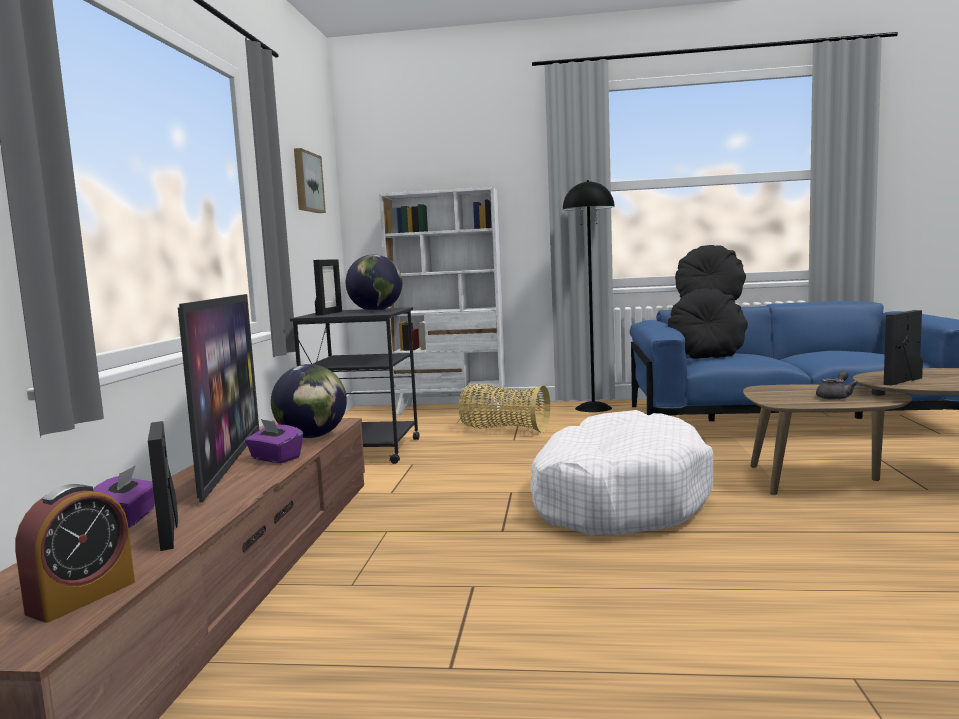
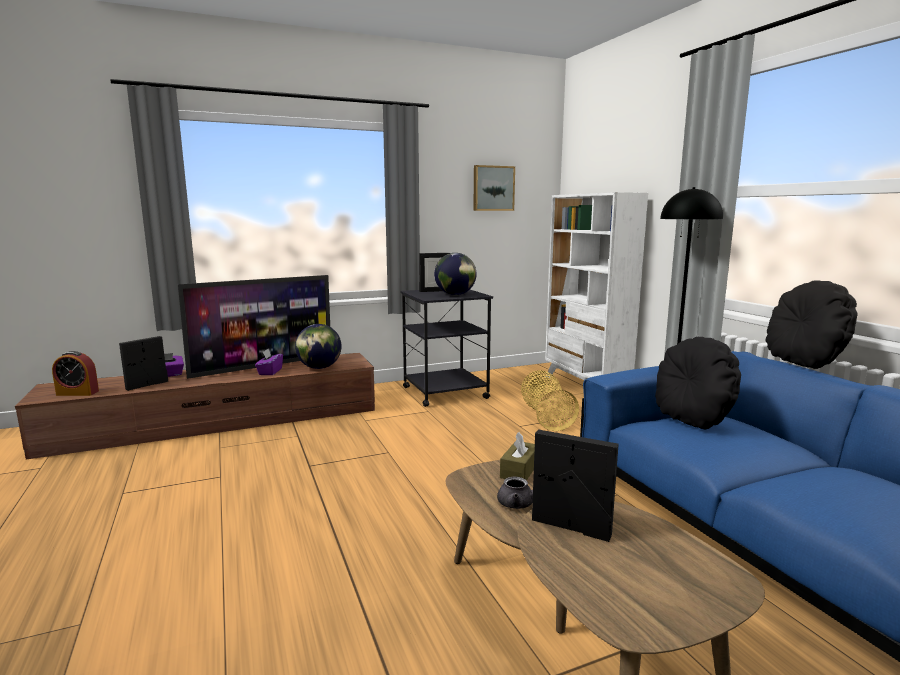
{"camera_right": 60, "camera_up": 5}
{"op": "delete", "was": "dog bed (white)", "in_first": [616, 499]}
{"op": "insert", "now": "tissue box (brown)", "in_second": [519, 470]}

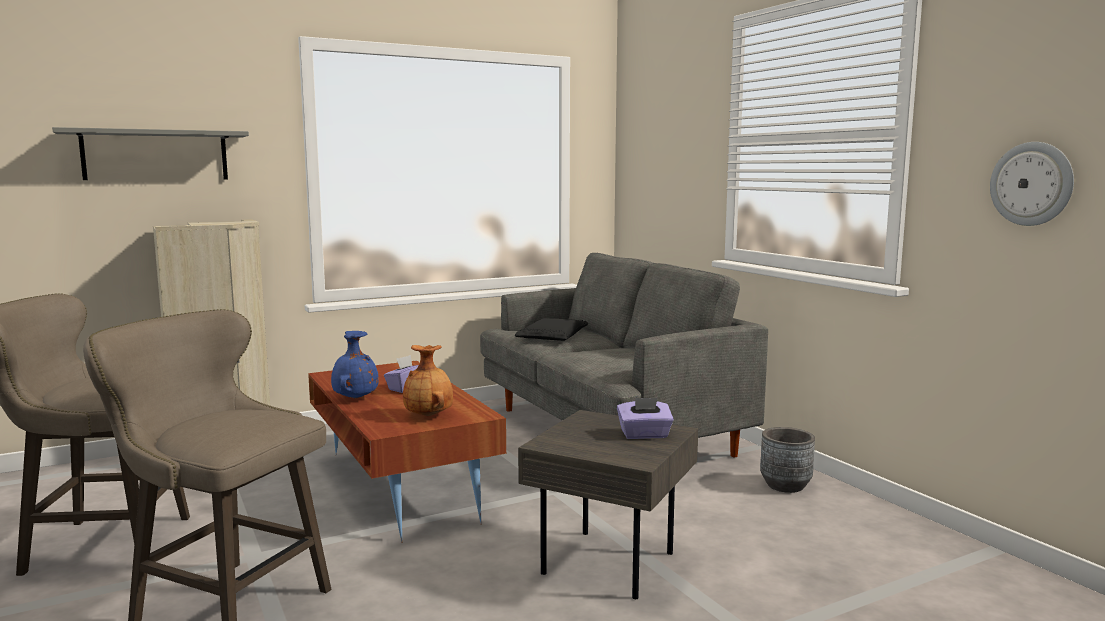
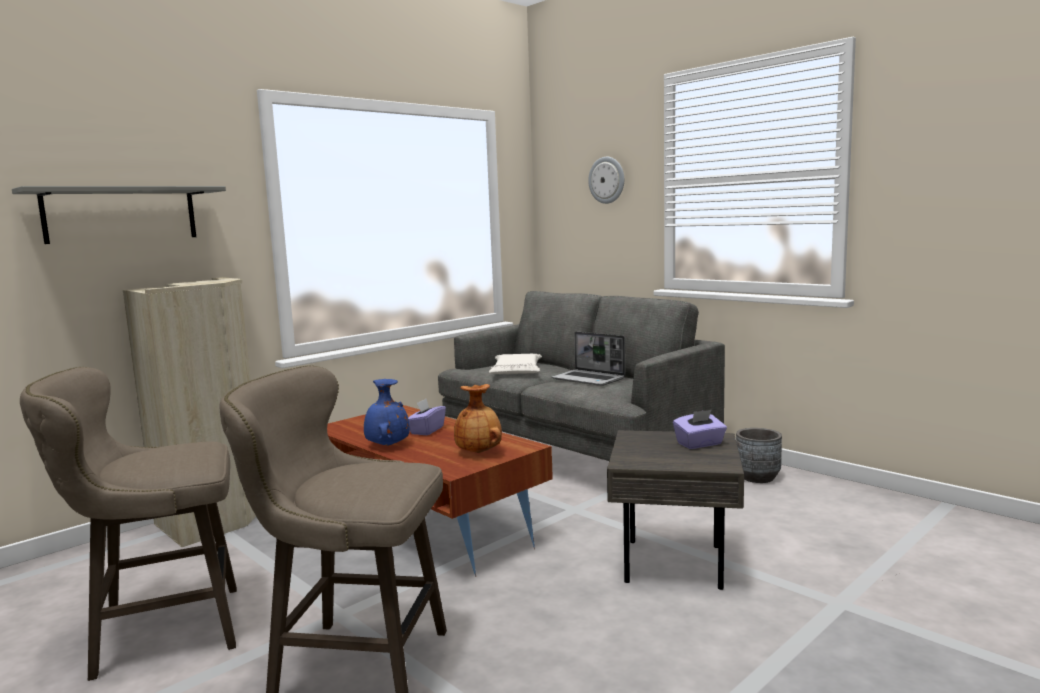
{"camera_right": -15, "camera_up": 0}
{"op": "move", "was": "wall clock", "in_first": [1032, 184], "in_second": [607, 180]}
{"op": "recolor", "was": "pillow (black)", "now": "pillow (white)", "in_first": [553, 336], "in_second": [516, 370]}
{"op": "insert", "now": "laptop", "in_second": [589, 379]}

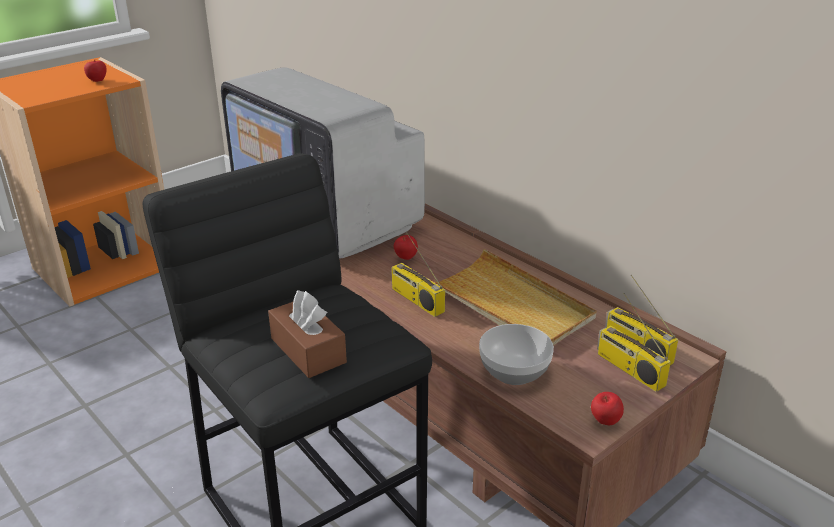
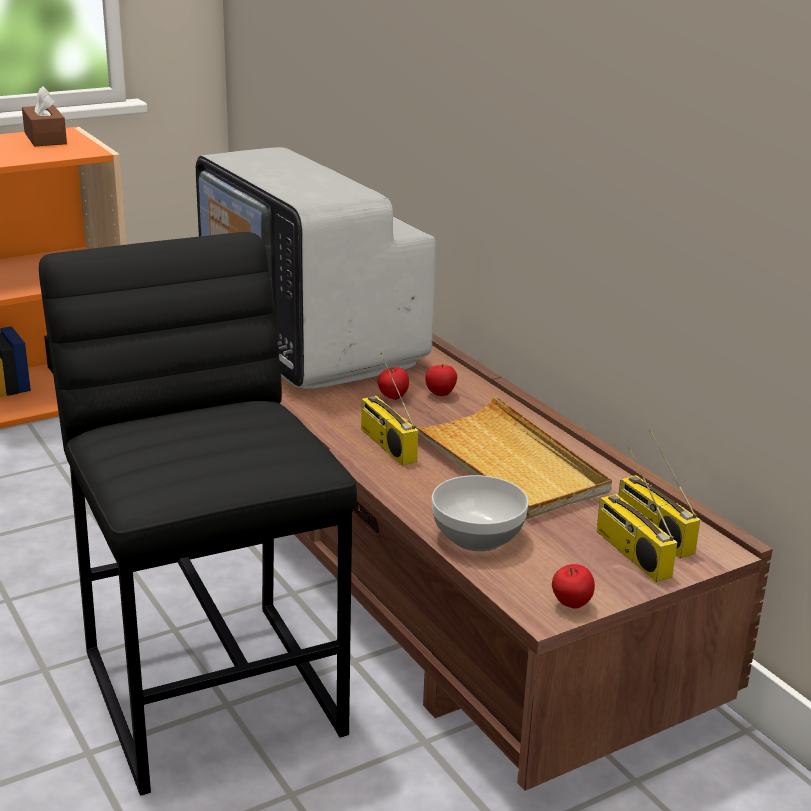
{"camera_right": 10, "camera_up": -5}
{"op": "move", "was": "apple", "in_first": [98, 81], "in_second": [440, 394]}
{"op": "move", "was": "tissue box (brown)", "in_first": [308, 350], "in_second": [45, 138]}

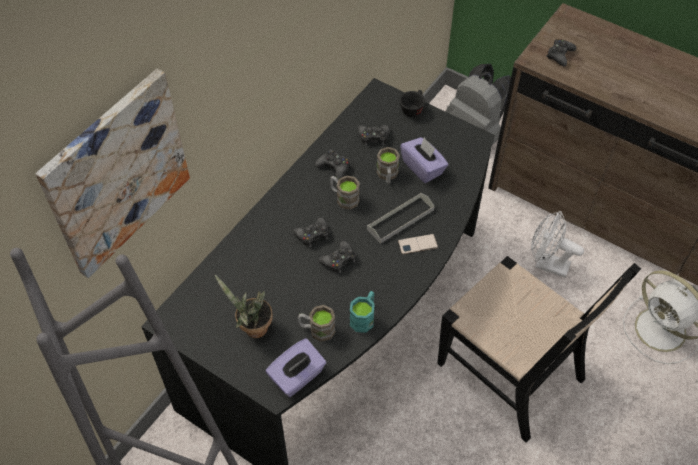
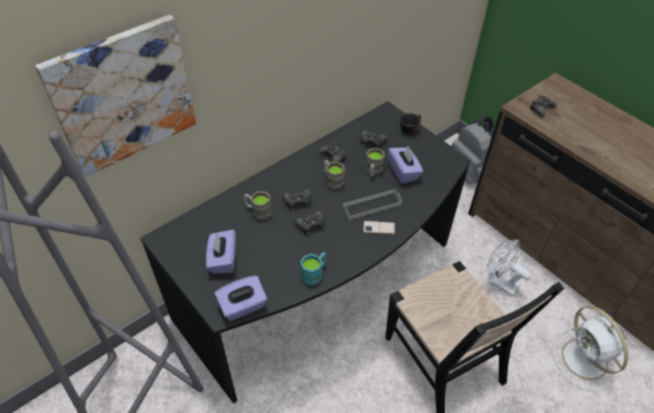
{"camera_right": 15, "camera_up": -5}
{"op": "replace", "was": "potted plant", "now": "tissue box (purple)", "in_first": [252, 328], "in_second": [223, 260]}
{"op": "move", "was": "mug (brown)", "in_first": [317, 329], "in_second": [258, 211]}

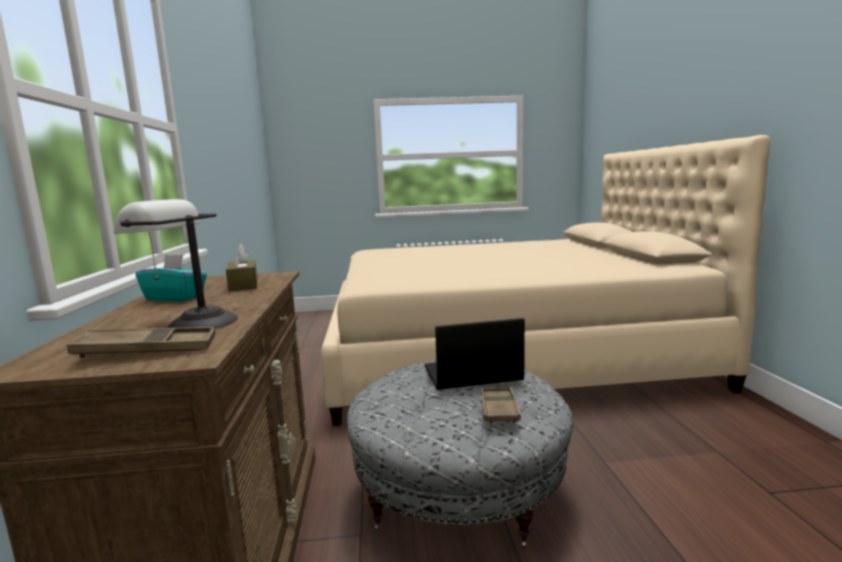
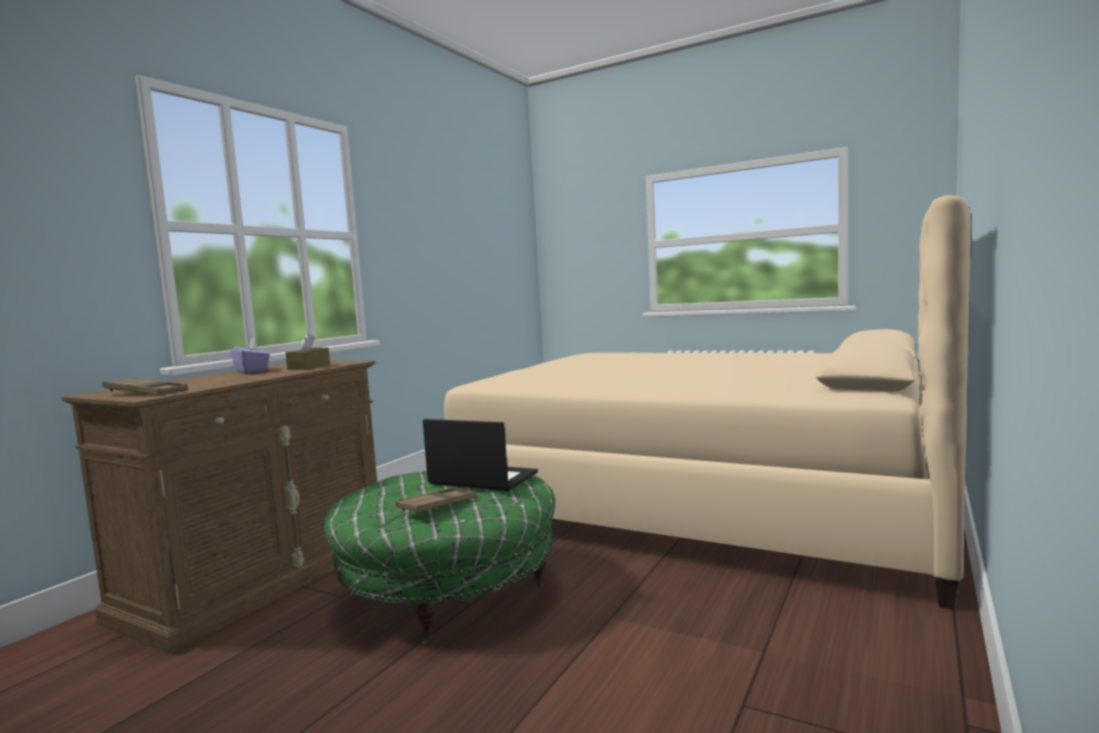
{"camera_right": 35, "camera_up": -5}
{"op": "delete", "was": "table lamp", "in_first": [189, 322]}
{"op": "recolor", "was": "tissue box (turquoise)", "now": "tissue box (purple)", "in_first": [175, 298], "in_second": [252, 371]}
{"op": "recolor", "was": "ottoman (grey)", "now": "ottoman (green)", "in_first": [458, 489], "in_second": [449, 592]}

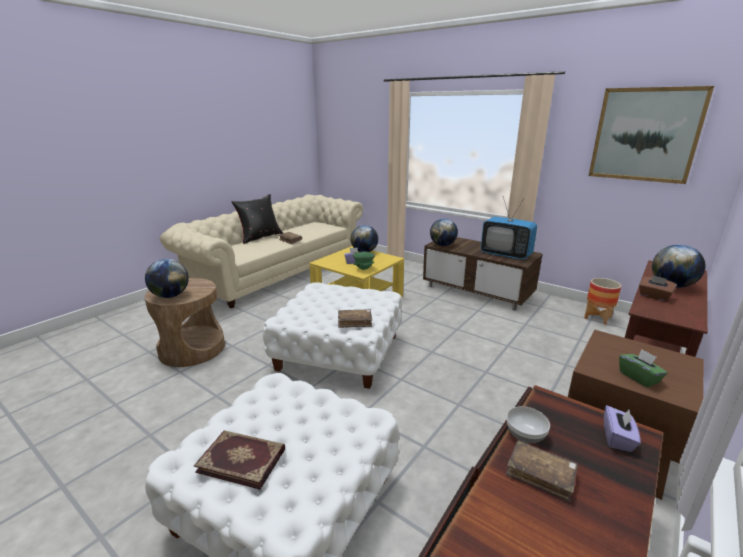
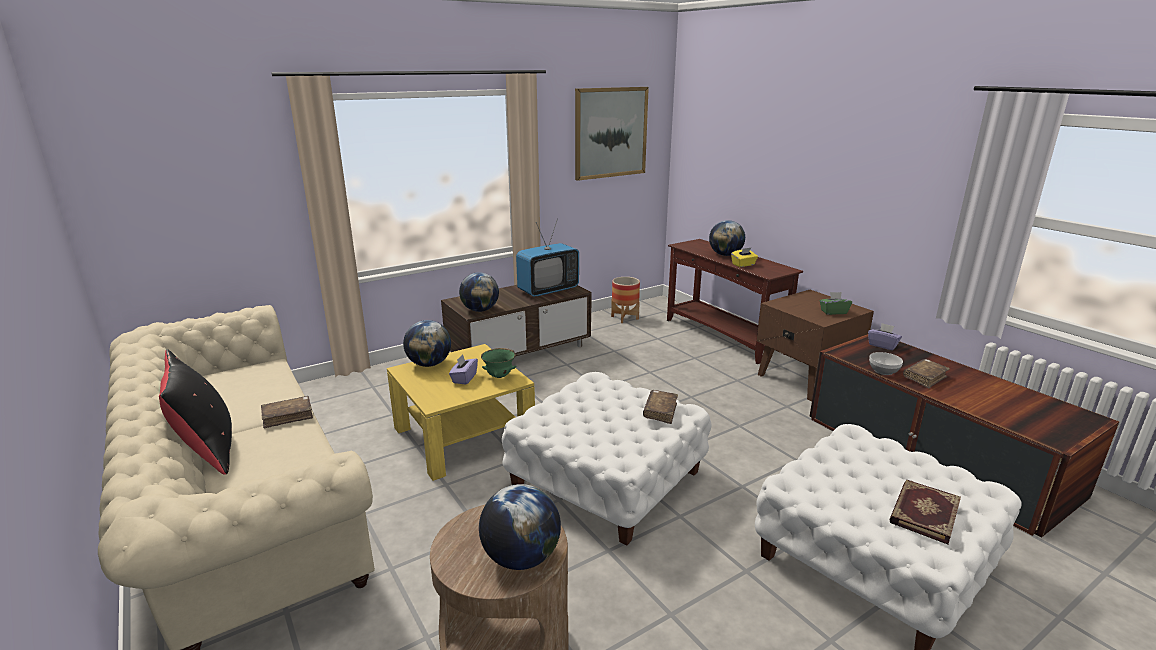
{"camera_right": -70, "camera_up": 0}
{"op": "recolor", "was": "tissue box (brown)", "now": "tissue box (yellow)", "in_first": [654, 296], "in_second": [743, 265]}

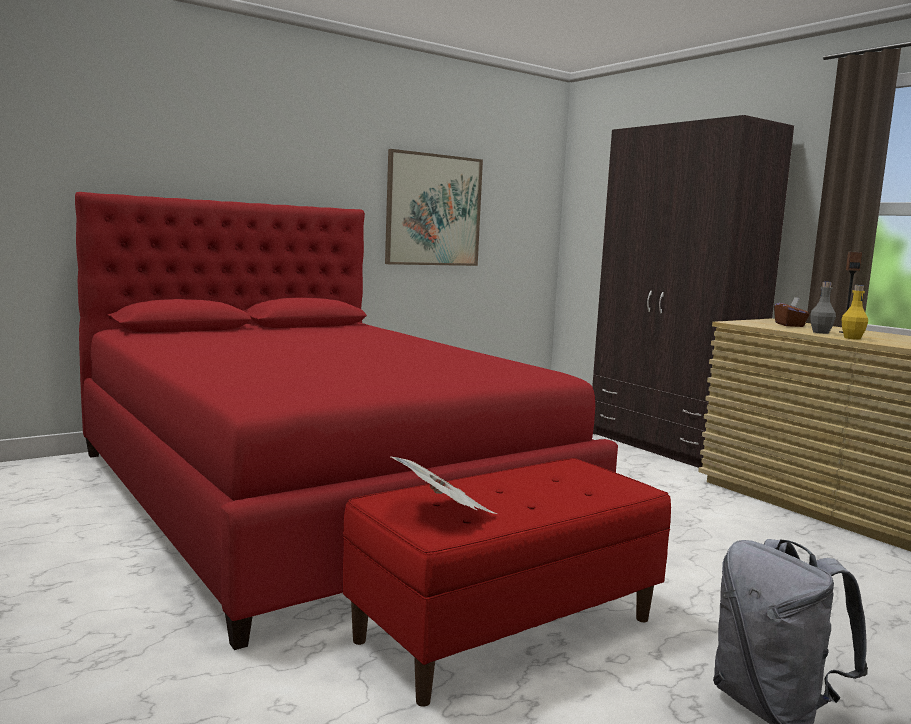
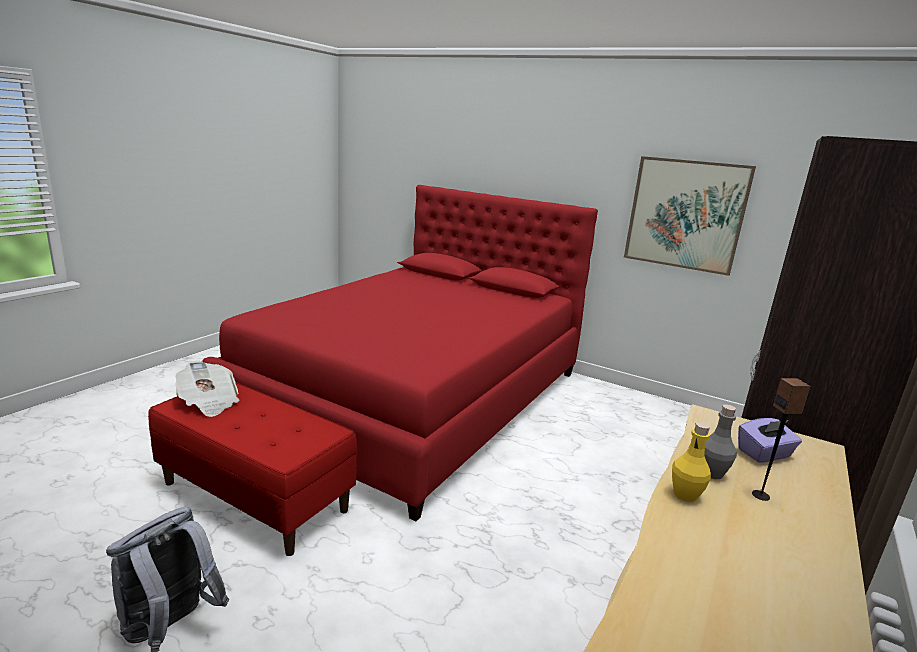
{"camera_right": 65, "camera_up": 10}
{"op": "recolor", "was": "tissue box (brown)", "now": "tissue box (purple)", "in_first": [789, 325], "in_second": [764, 454]}

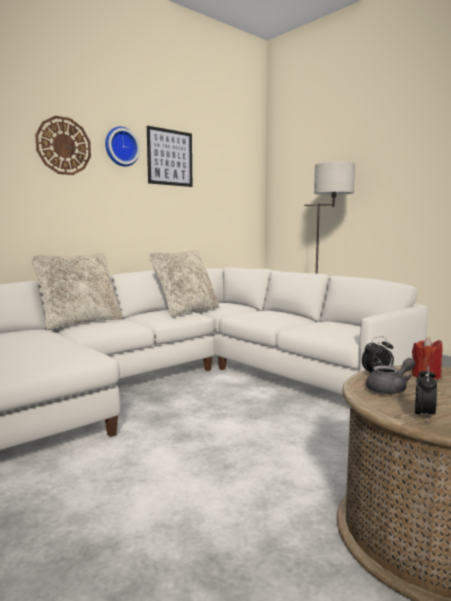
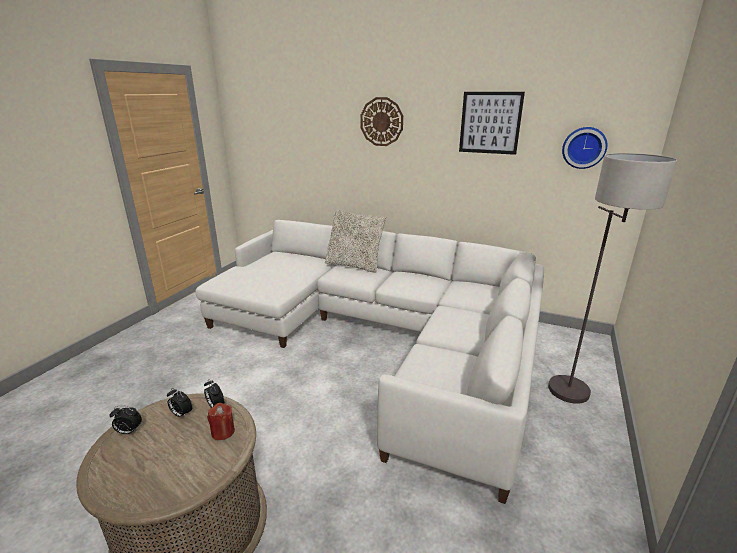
{"camera_right": 65, "camera_up": 15}
{"op": "move", "was": "wall clock", "in_first": [121, 147], "in_second": [584, 147]}
{"op": "delete", "was": "pillow (beige)", "in_first": [186, 311]}
{"op": "replace", "was": "teapot (grey)", "now": "alarm clock", "in_first": [390, 389], "in_second": [181, 414]}

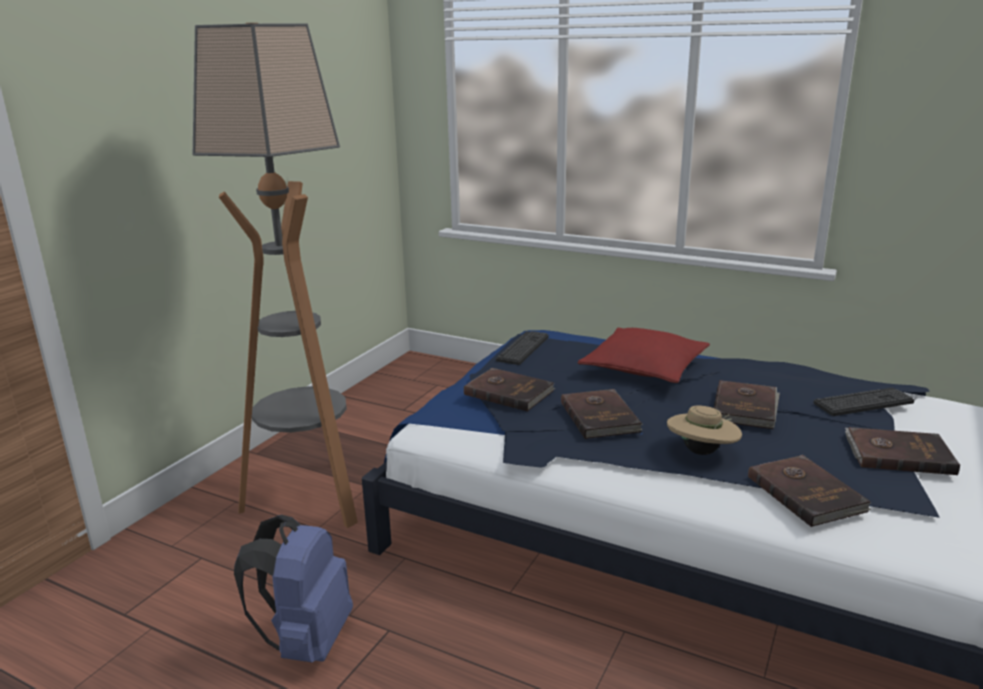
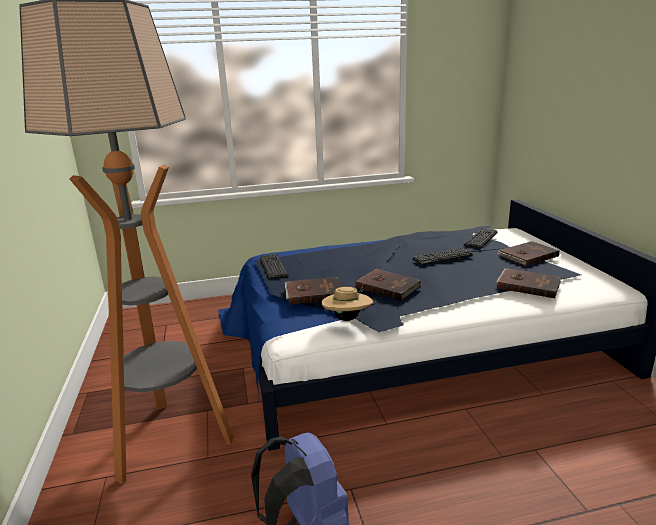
{"camera_right": -40, "camera_up": 0}
{"op": "delete", "was": "pillow (red)", "in_first": [644, 368]}
{"op": "replace", "was": "book (brown)", "now": "keyboard", "in_first": [746, 408], "in_second": [442, 257]}
{"op": "move", "was": "hat (beige)", "in_first": [701, 452], "in_second": [347, 319]}

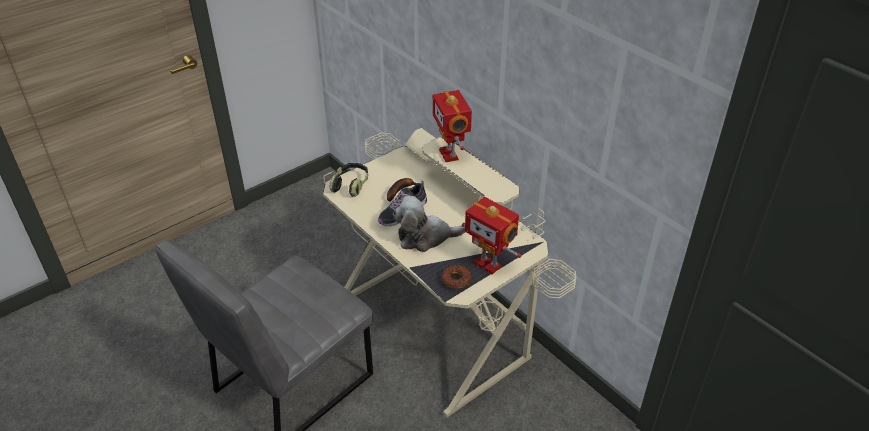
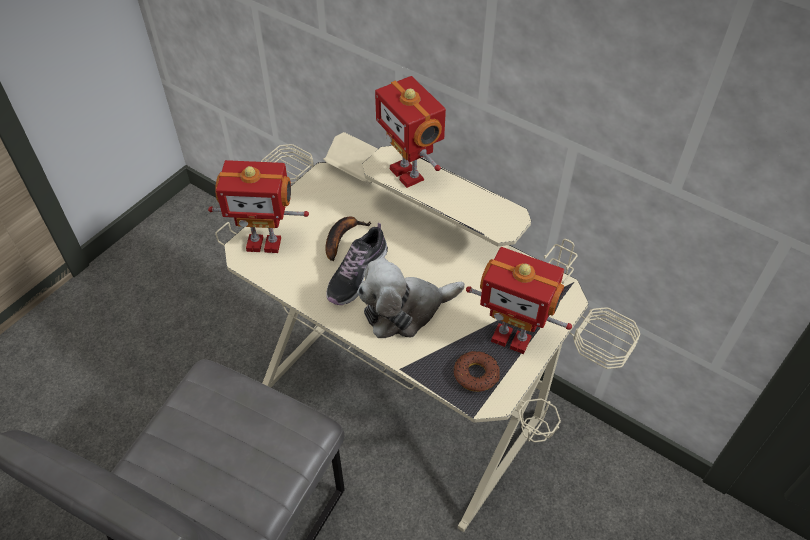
{"camera_right": -15, "camera_up": 10}
{"op": "replace", "was": "headphones", "now": "toy robot", "in_first": [351, 184], "in_second": [264, 242]}

